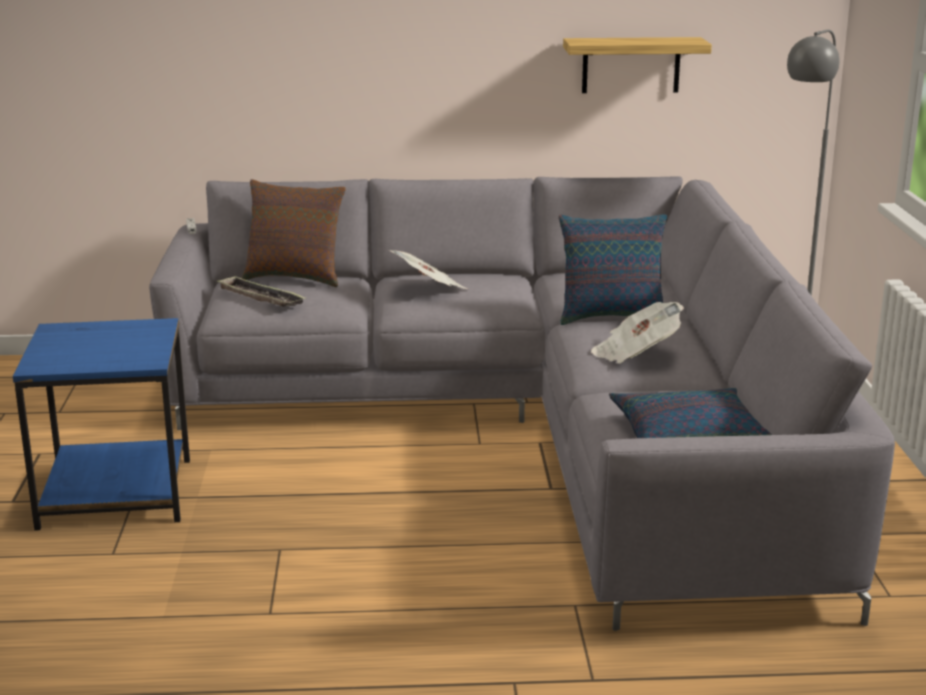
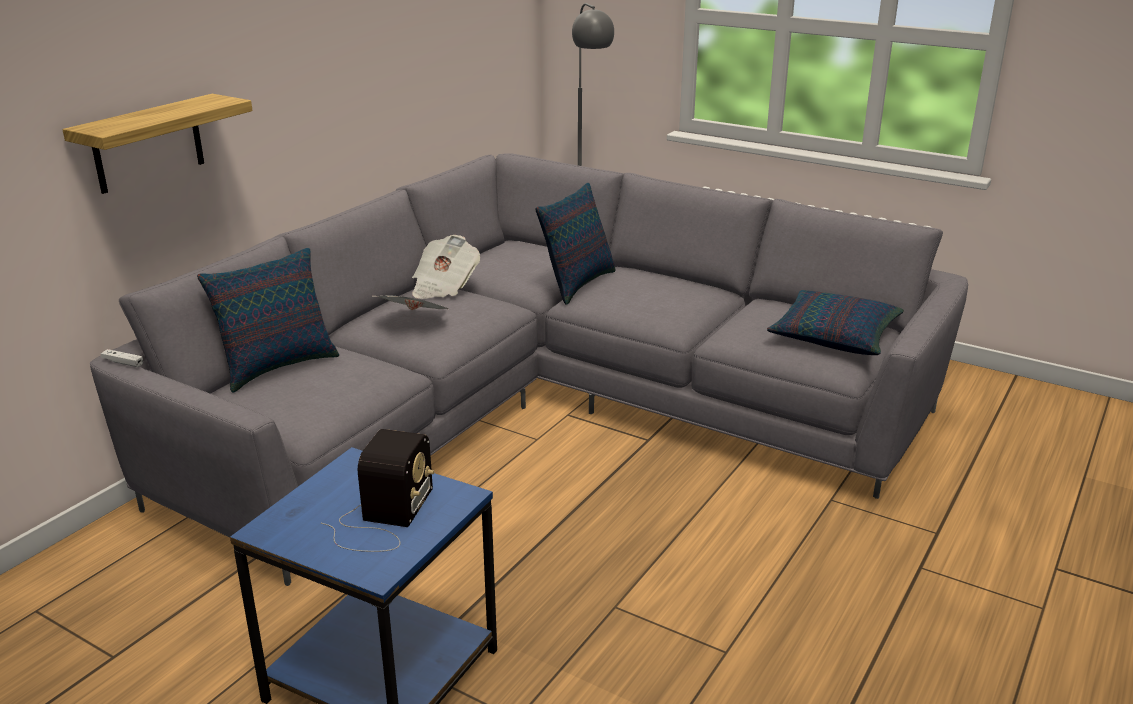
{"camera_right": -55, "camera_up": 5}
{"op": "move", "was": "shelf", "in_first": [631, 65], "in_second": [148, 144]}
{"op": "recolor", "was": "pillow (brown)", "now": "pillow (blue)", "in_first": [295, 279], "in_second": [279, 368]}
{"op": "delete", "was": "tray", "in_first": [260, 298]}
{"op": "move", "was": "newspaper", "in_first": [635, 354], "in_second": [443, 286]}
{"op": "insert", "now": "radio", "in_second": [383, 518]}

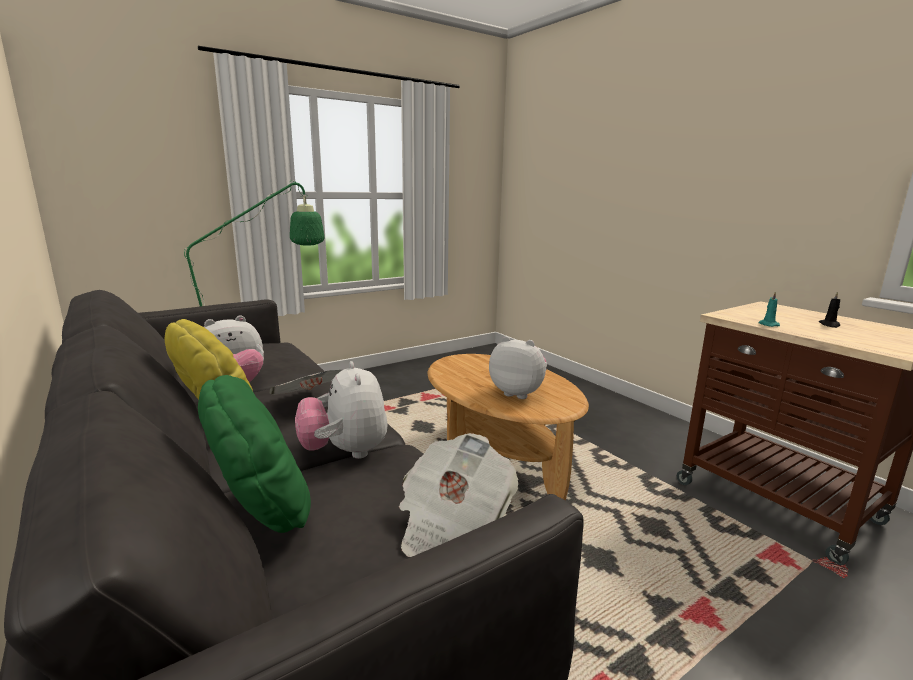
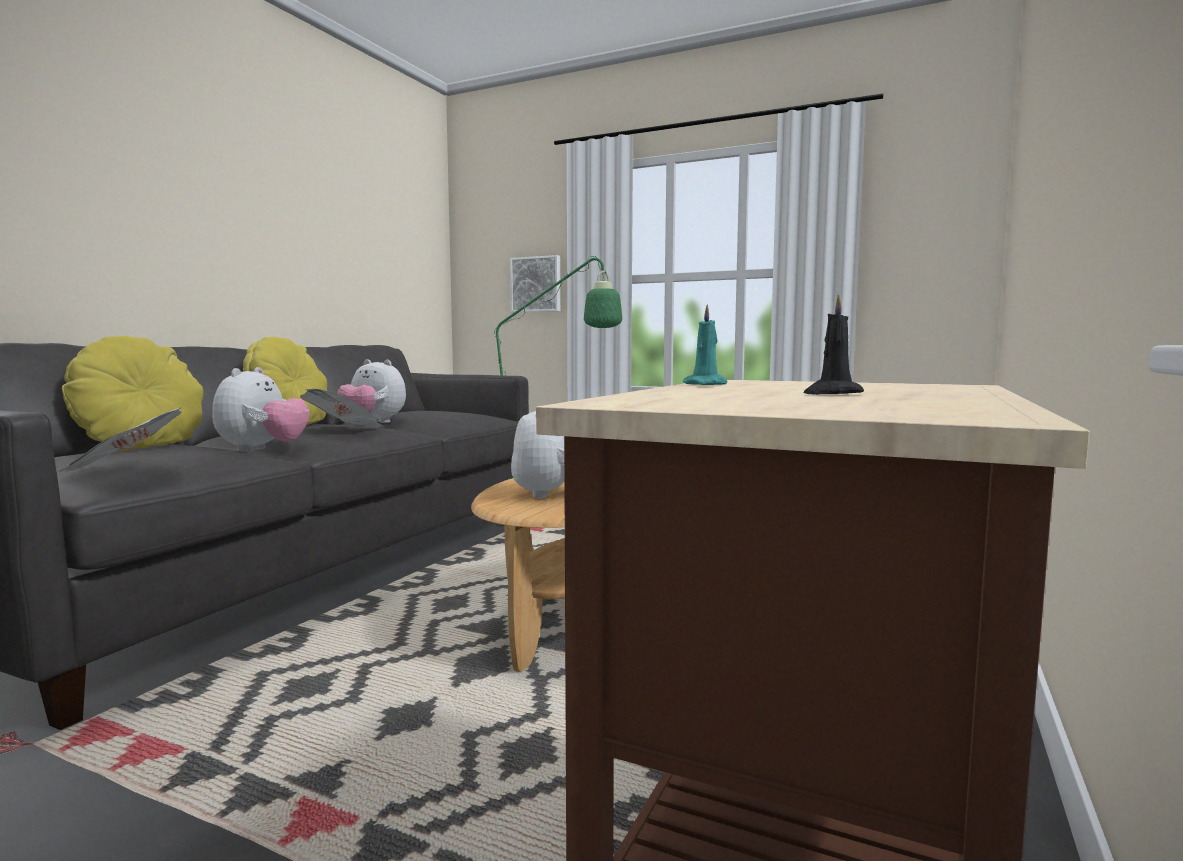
{"camera_right": 60, "camera_up": -10}
{"op": "rotate", "was": "plush toy", "in_first": [345, 452], "in_second": [262, 450], "clockwise": 150}
{"op": "recolor", "was": "pillow (green)", "now": "pillow (yellow)", "in_first": [262, 516], "in_second": [141, 447]}
{"op": "insert", "now": "picture", "in_second": [536, 284]}

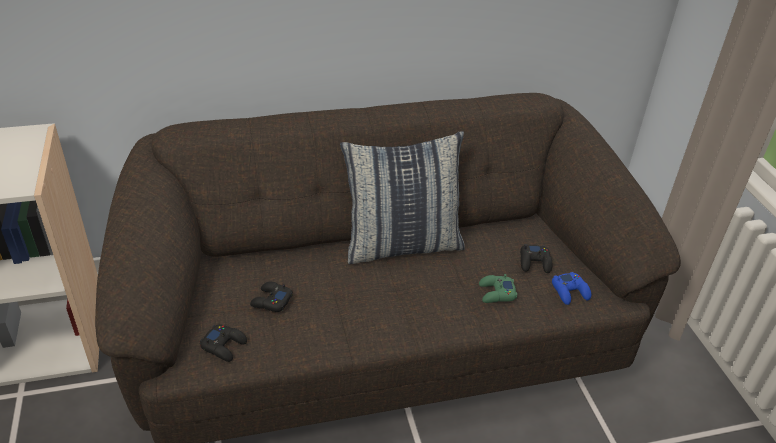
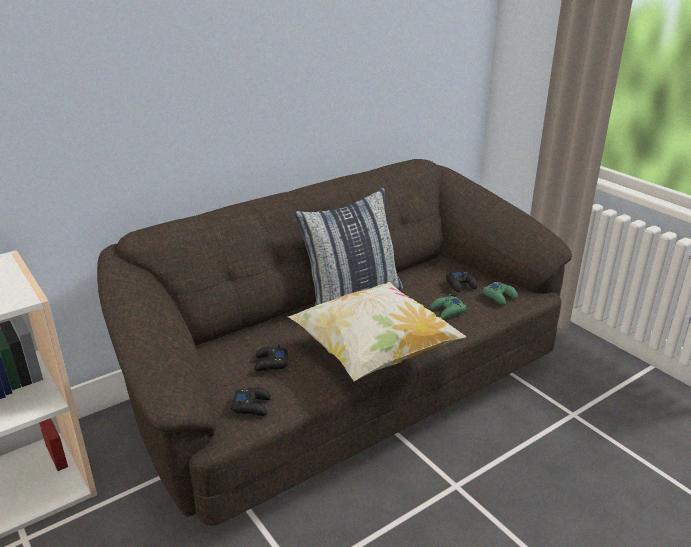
{"camera_right": -20, "camera_up": -10}
{"op": "recolor", "was": "game controller (blue)", "now": "game controller (green)", "in_first": [570, 292], "in_second": [500, 296]}
{"op": "insert", "now": "pillow", "in_second": [373, 353]}

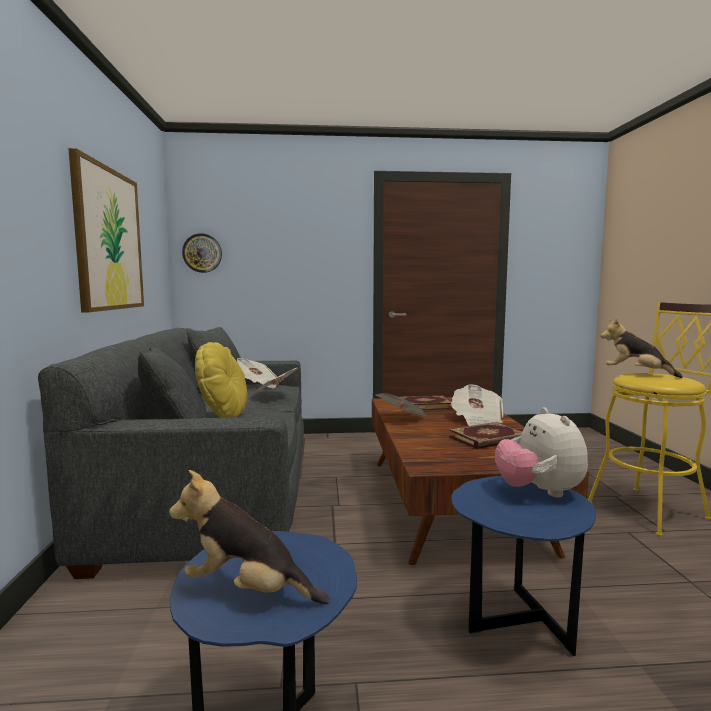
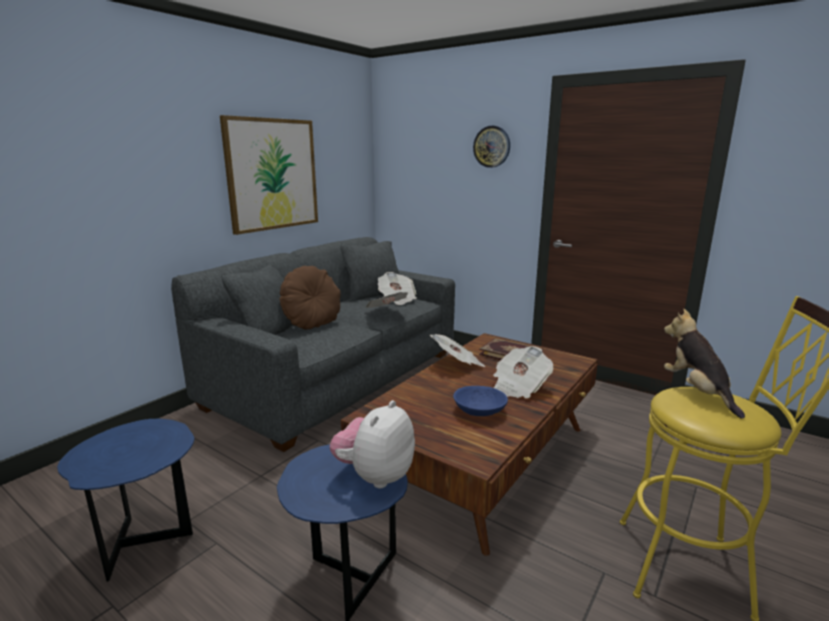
{"camera_right": 40, "camera_up": 10}
{"op": "move", "was": "wall clock", "in_first": [202, 253], "in_second": [492, 146]}
{"op": "recolor", "was": "pillow (yellow)", "now": "pillow (brown)", "in_first": [223, 416], "in_second": [312, 325]}
{"op": "replace", "was": "book", "now": "bowl (blue)", "in_first": [488, 439], "in_second": [479, 411]}
{"op": "delete", "was": "plush toy", "in_first": [248, 591]}

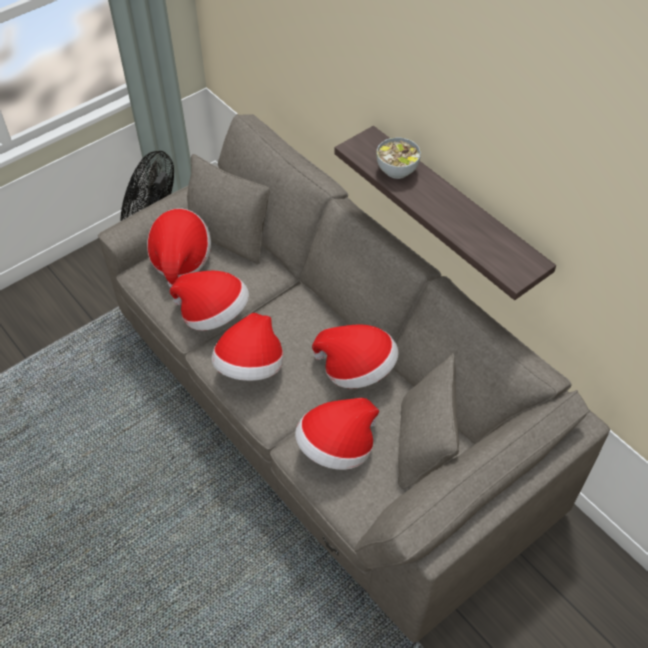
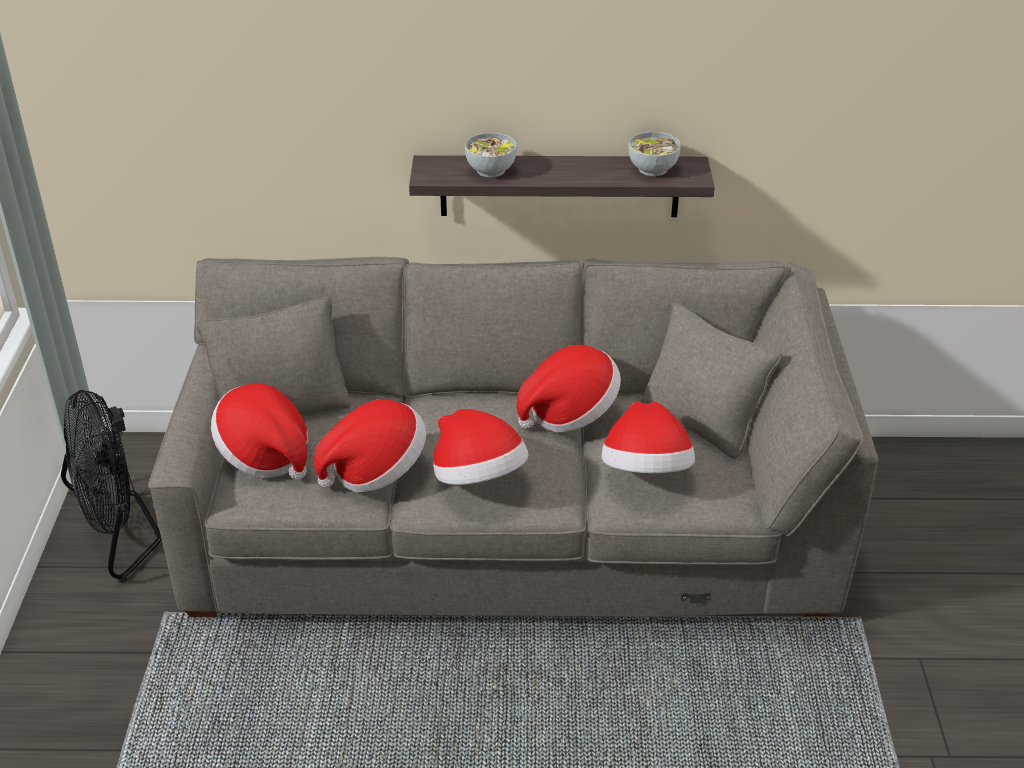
{"camera_right": -50, "camera_up": -15}
{"op": "insert", "now": "bowl", "in_second": [652, 169]}

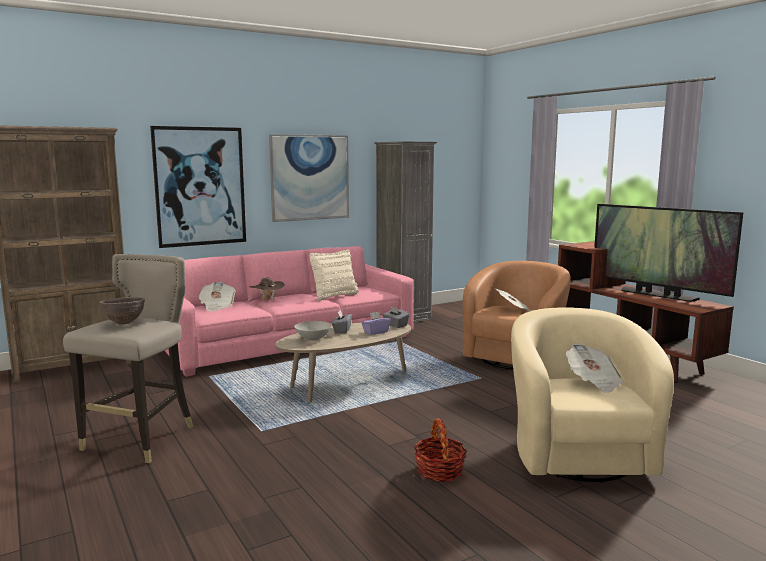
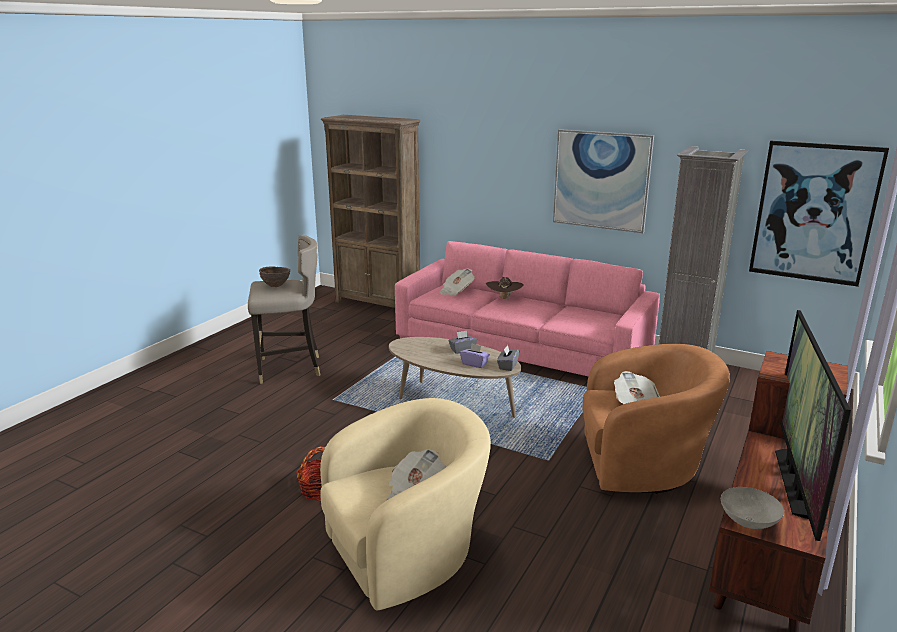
{"camera_right": 60, "camera_up": 10}
{"op": "move", "was": "picture", "in_first": [200, 186], "in_second": [814, 213]}
{"op": "delete", "was": "pillow (beige)", "in_first": [334, 296]}
{"op": "move", "was": "bowl (grey)", "in_first": [313, 339], "in_second": [748, 522]}

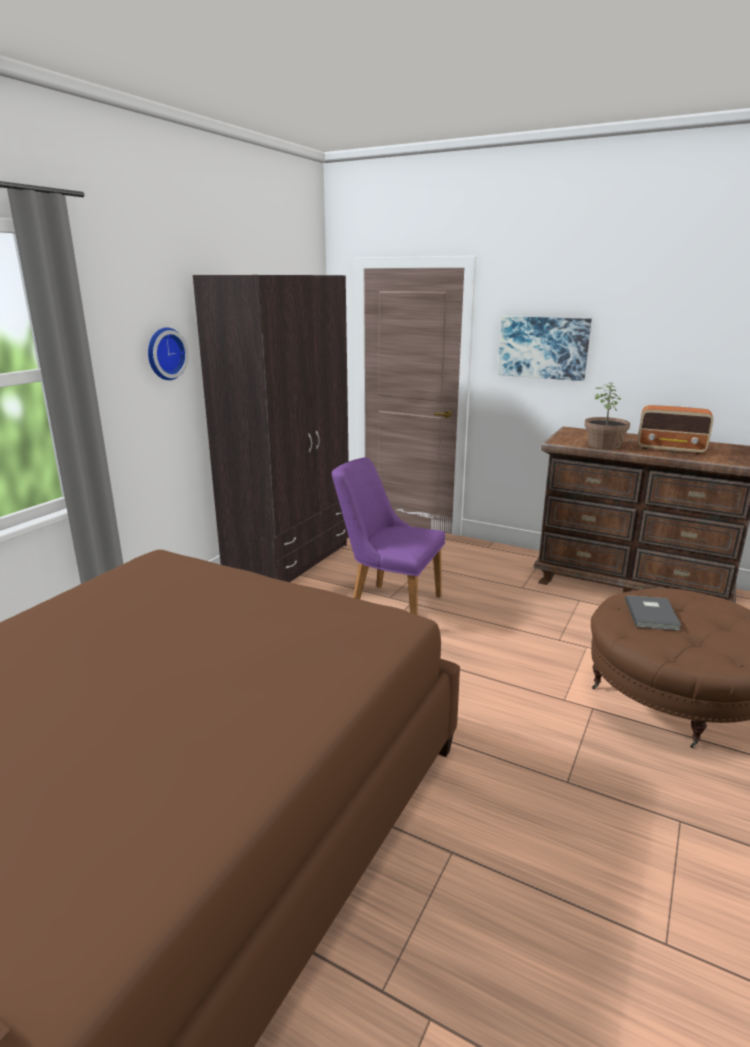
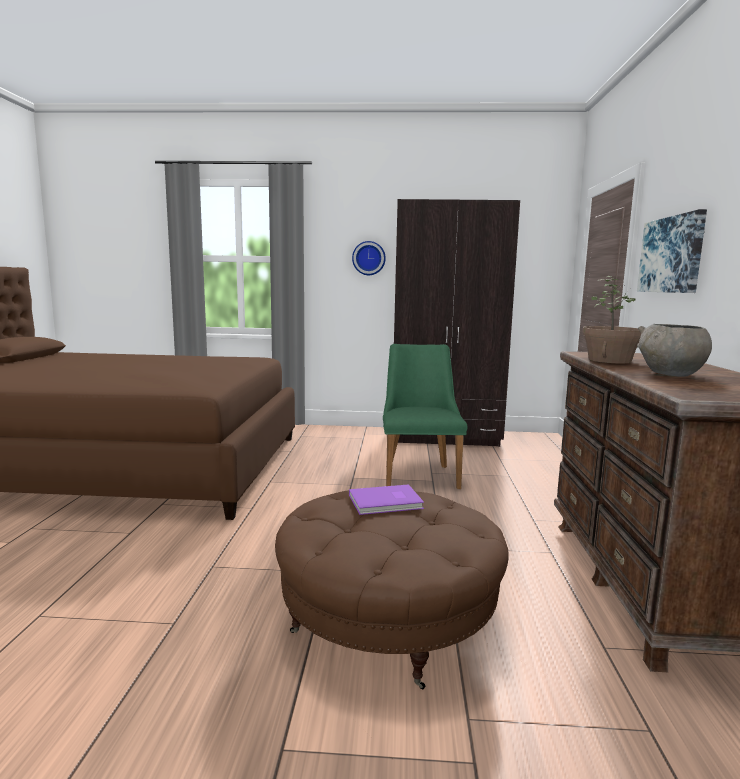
{"camera_right": 65, "camera_up": -10}
{"op": "replace", "was": "radio", "now": "bowl (grey)", "in_first": [671, 449], "in_second": [670, 374]}
{"op": "recolor", "was": "chair (purple)", "now": "chair (green)", "in_first": [387, 604], "in_second": [419, 473]}
{"op": "recolor", "was": "book (grey)", "now": "book (purple)", "in_first": [653, 614], "in_second": [386, 502]}

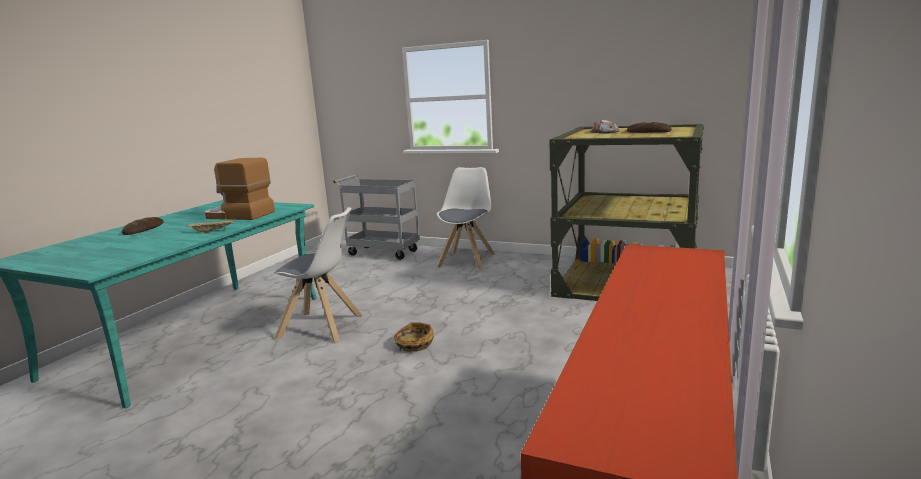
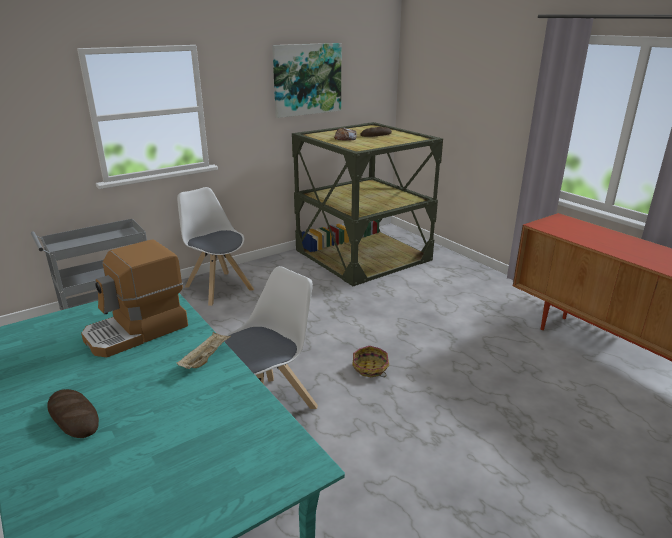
{"camera_right": -60, "camera_up": 10}
{"op": "insert", "now": "picture", "in_second": [307, 79]}

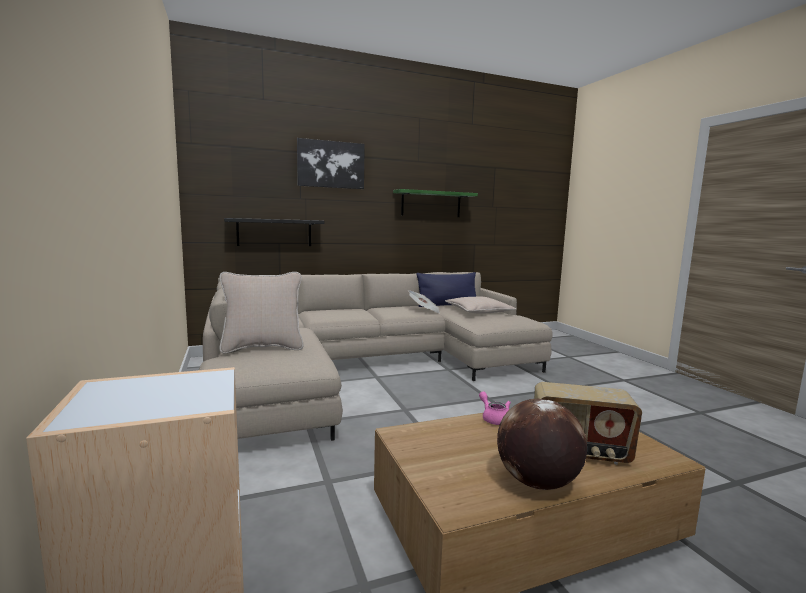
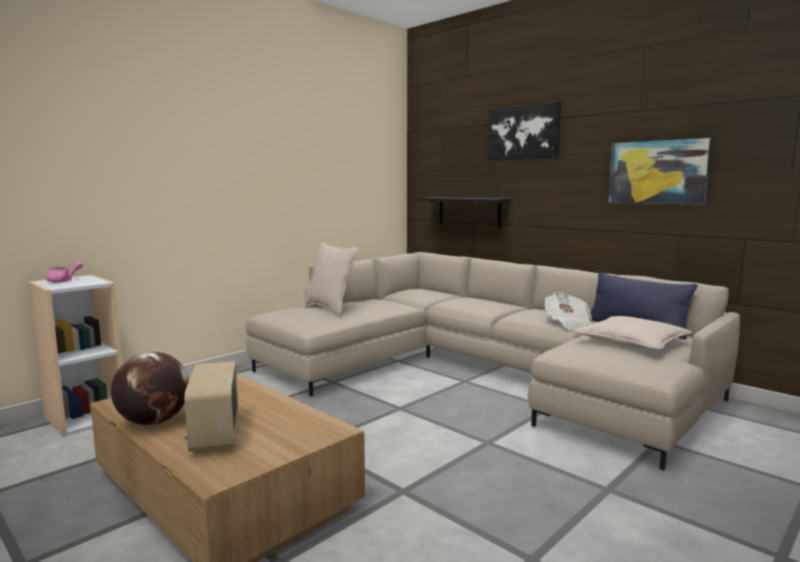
{"camera_right": 65, "camera_up": 0}
{"op": "replace", "was": "shelf (green)", "now": "picture", "in_first": [431, 204], "in_second": [657, 172]}
{"op": "move", "was": "teapot (pink)", "in_first": [494, 418], "in_second": [64, 280]}

